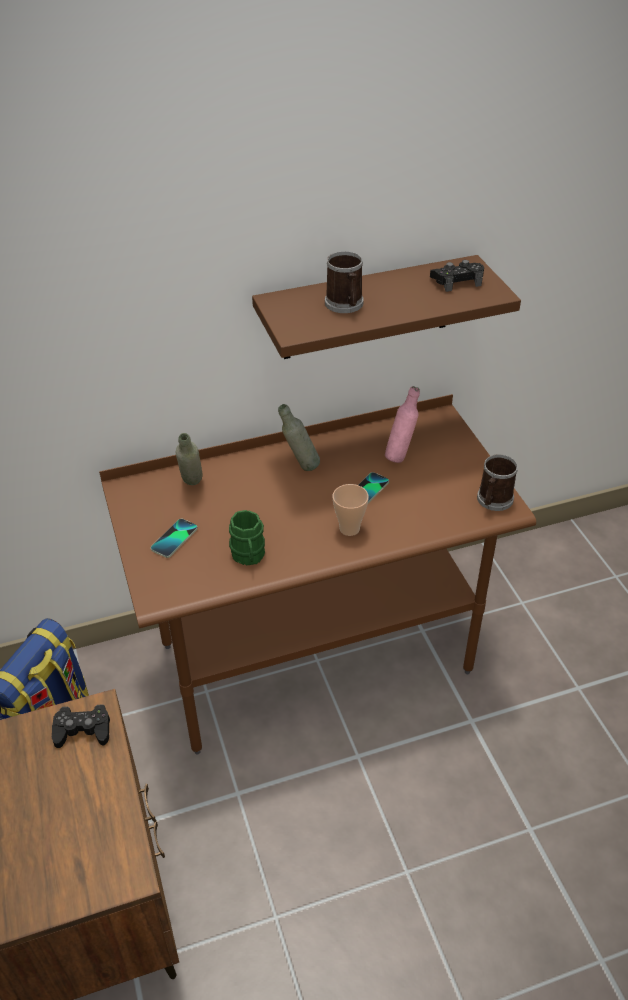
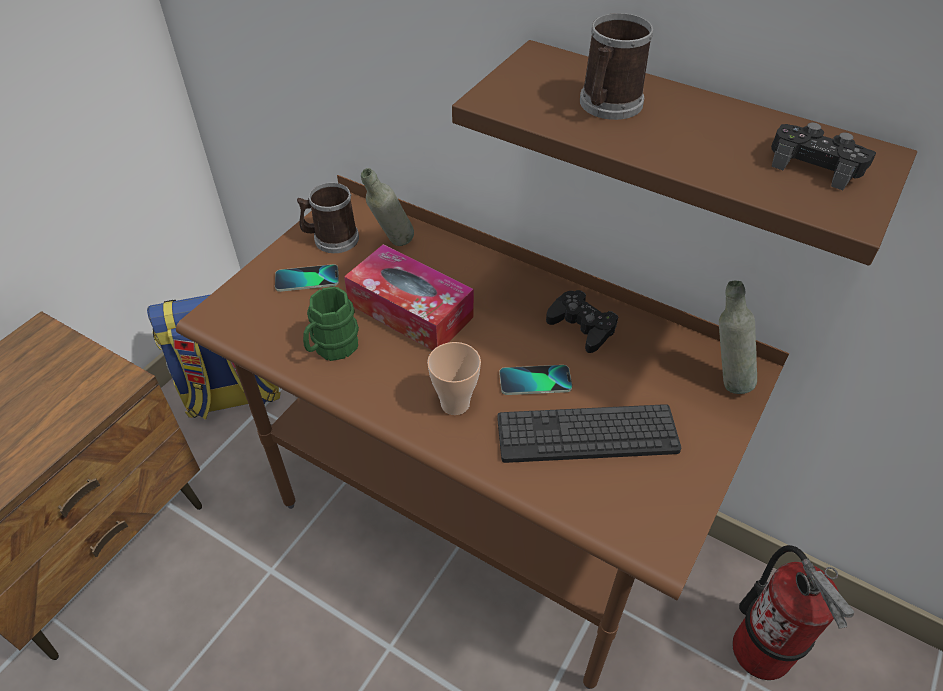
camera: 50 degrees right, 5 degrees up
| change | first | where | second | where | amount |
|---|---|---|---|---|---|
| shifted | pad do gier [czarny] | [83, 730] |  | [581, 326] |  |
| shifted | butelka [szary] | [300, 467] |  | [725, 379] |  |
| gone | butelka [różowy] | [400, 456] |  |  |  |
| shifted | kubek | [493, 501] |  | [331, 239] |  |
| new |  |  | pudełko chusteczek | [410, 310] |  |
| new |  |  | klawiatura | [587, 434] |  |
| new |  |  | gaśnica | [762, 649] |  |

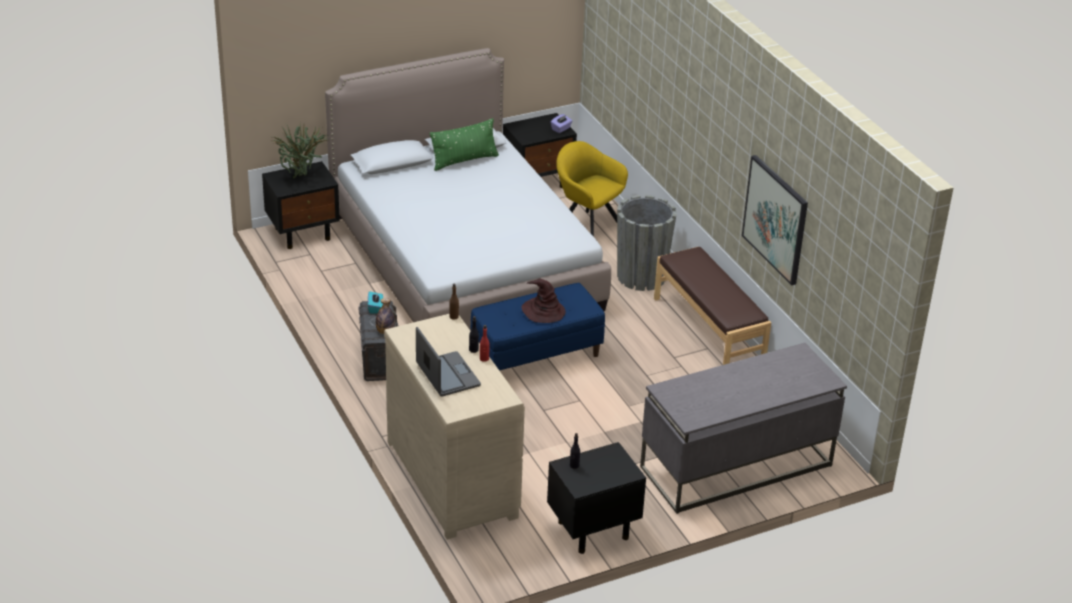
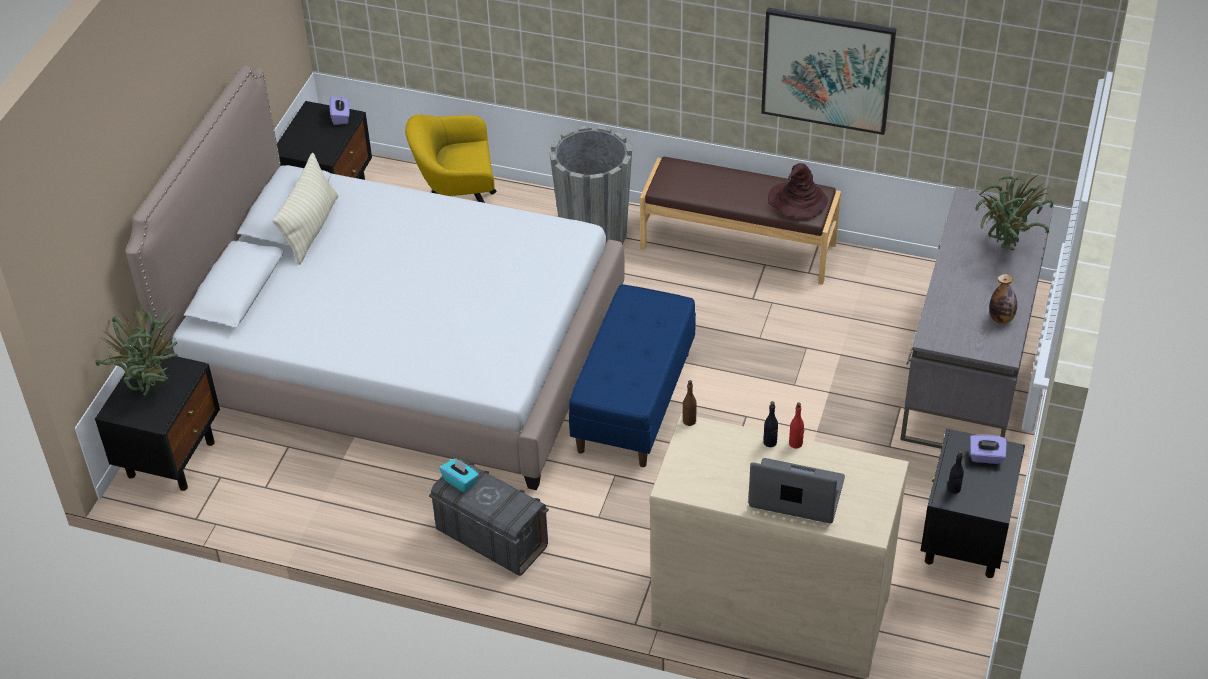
camera: 45 degrees left, 10 degrees up
| change | first | where | second | where | amount |
|---|---|---|---|---|---|
| shifted | butelka | [385, 331] |  | [1001, 318] |  |
| repainted | poduszka [zielony] | [464, 161] | poduszka [beżowy] | [311, 229] |  |
| shifted | kapelusz [brązowy] | [543, 311] |  | [797, 201] |  |
| new |  |  | pudełko chusteczek [fioletowy] | [986, 457] |  |
| new |  |  | roślina doniczkowa | [1004, 249] |  |

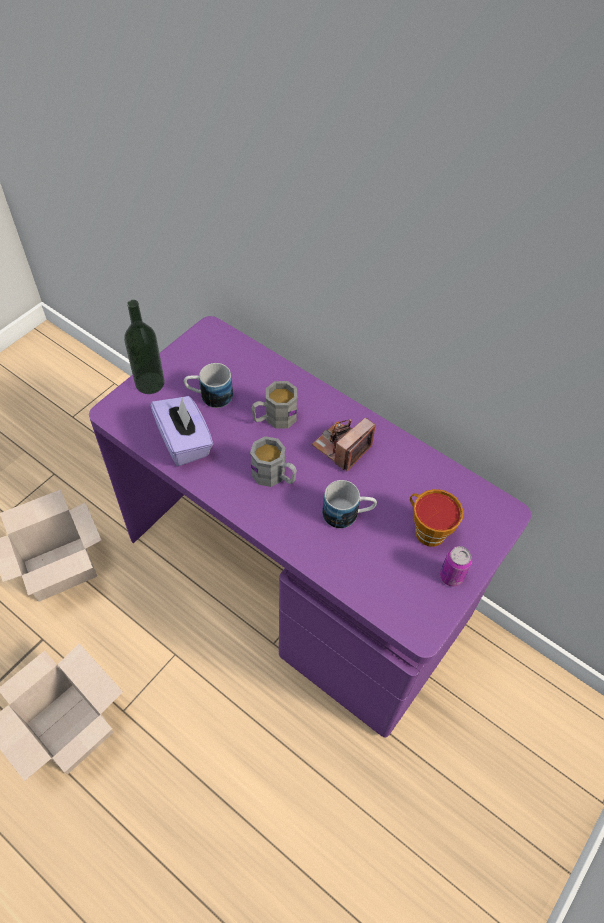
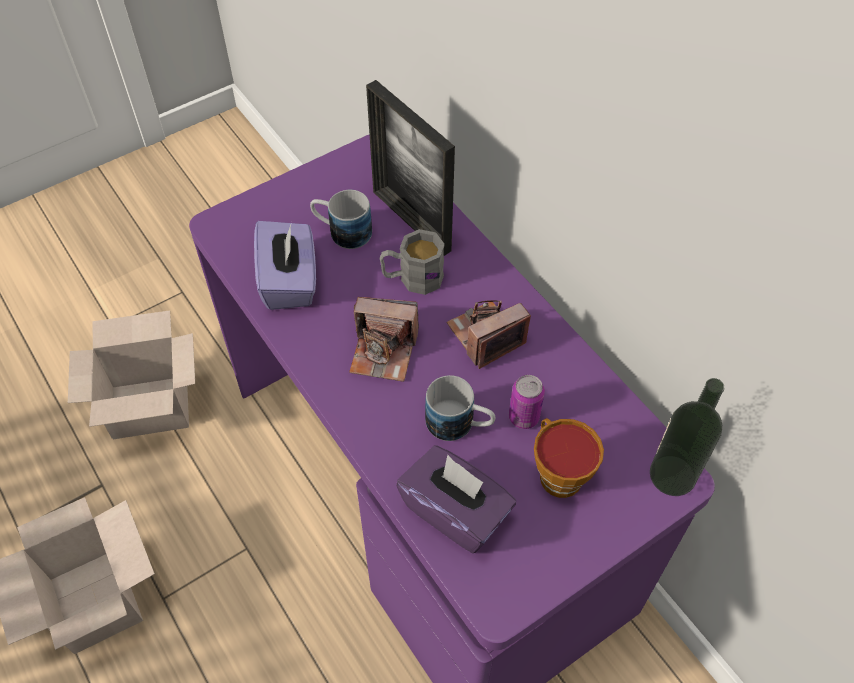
camera: 20 degrees right, 0 degrees up
| change | first | where | second | where | amount |
|---|---|---|---|---|---|
| shifted | butelka | [149, 383] |  | [672, 475] |  |
| swapped | kubek [szary] | [274, 476] | aparat fotograficzny | [384, 351] |  |
| shifted | puszka | [451, 576] |  | [523, 417] |  |
| new |  |  | ramka na zdjęcie | [411, 221] |  |
| new |  |  | pudełko chusteczek [fioletowy] | [455, 512] |  |

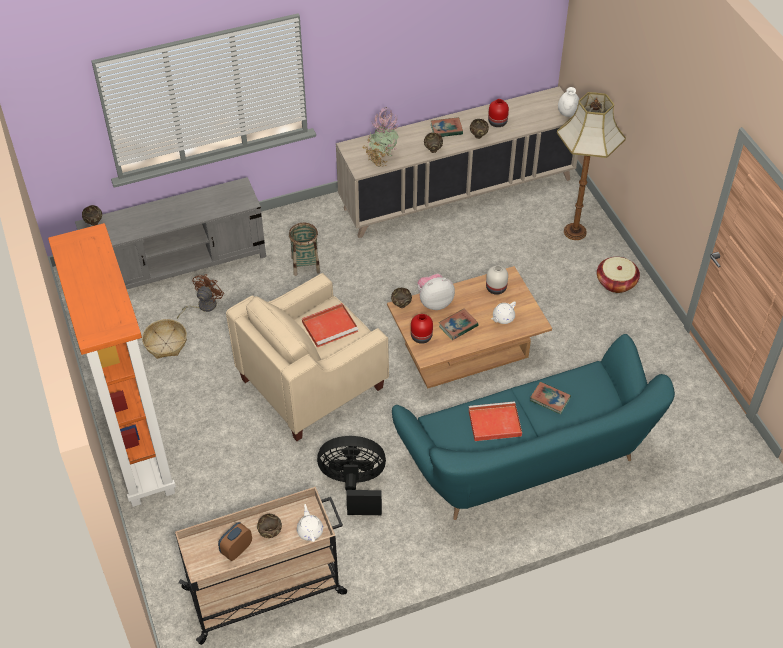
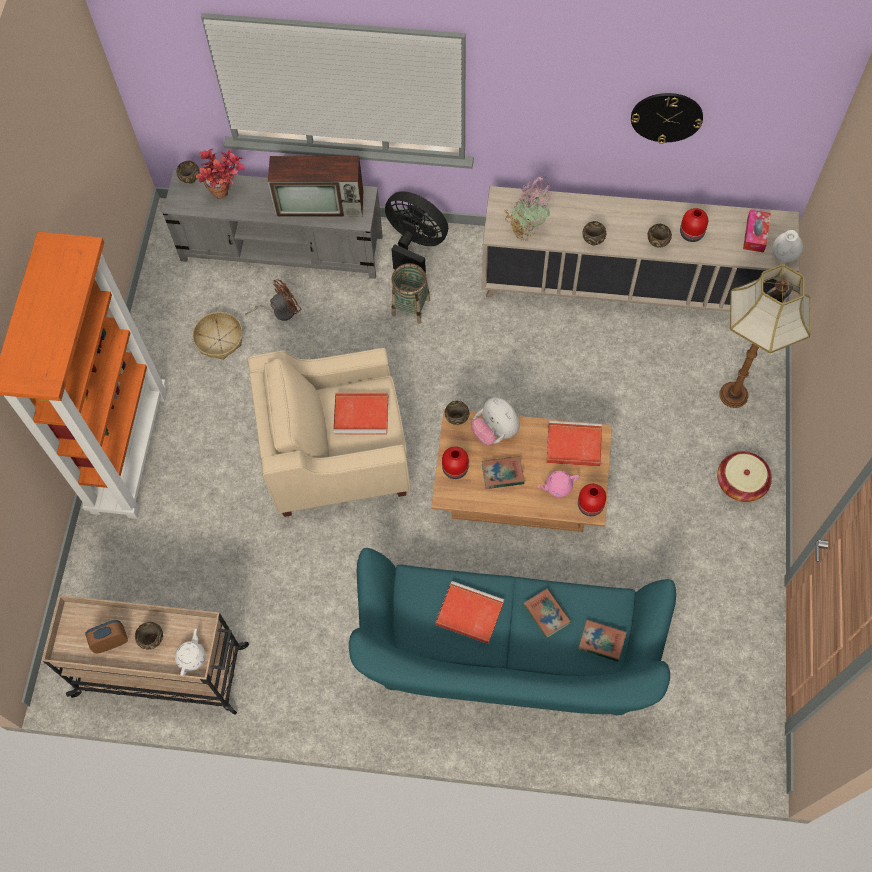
camera: 30 degrees right, 15 degrees up
| change | first | where | second | where | amount |
|---|---|---|---|---|---|
| shifted | wentylator [czarny] | [354, 486] |  | [415, 246] |  |
| rotated | pluszak | [434, 302] |  | [495, 431] | 135 degrees counterclockwise |
| shifted | książka | [446, 129] |  | [601, 641] |  |
| swapped | wazon [biały] | [496, 288] | taca [czerwony] | [572, 445] |  |
| repainted | imbryk [biały] | [503, 318] | imbryk [różowy] | [557, 486] |  |
| new |  |  | roślina doniczkowa | [226, 193] |  |
| new |  |  | telewizor | [321, 203] |  |
| new |  |  | wazon [czerwony] | [589, 506] |  |
| new |  |  | zegar ścienny | [666, 117] |  |
| new |  |  | pudełko chusteczek | [755, 234] |  |

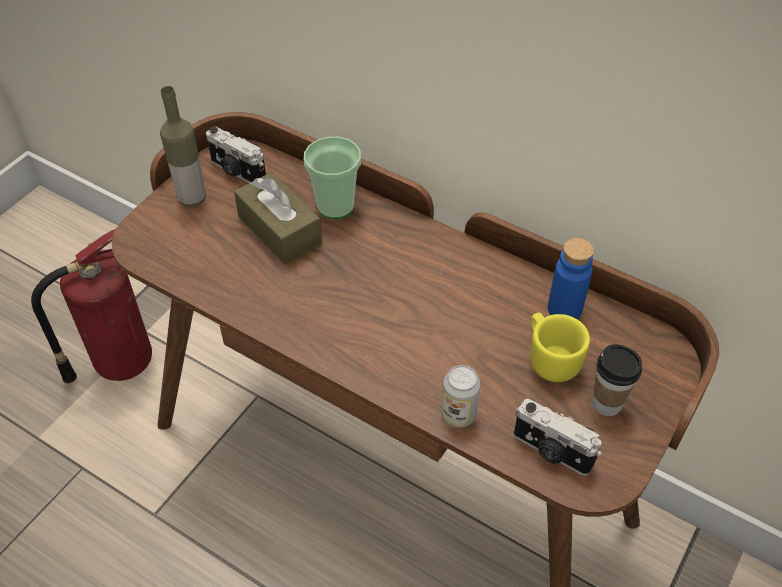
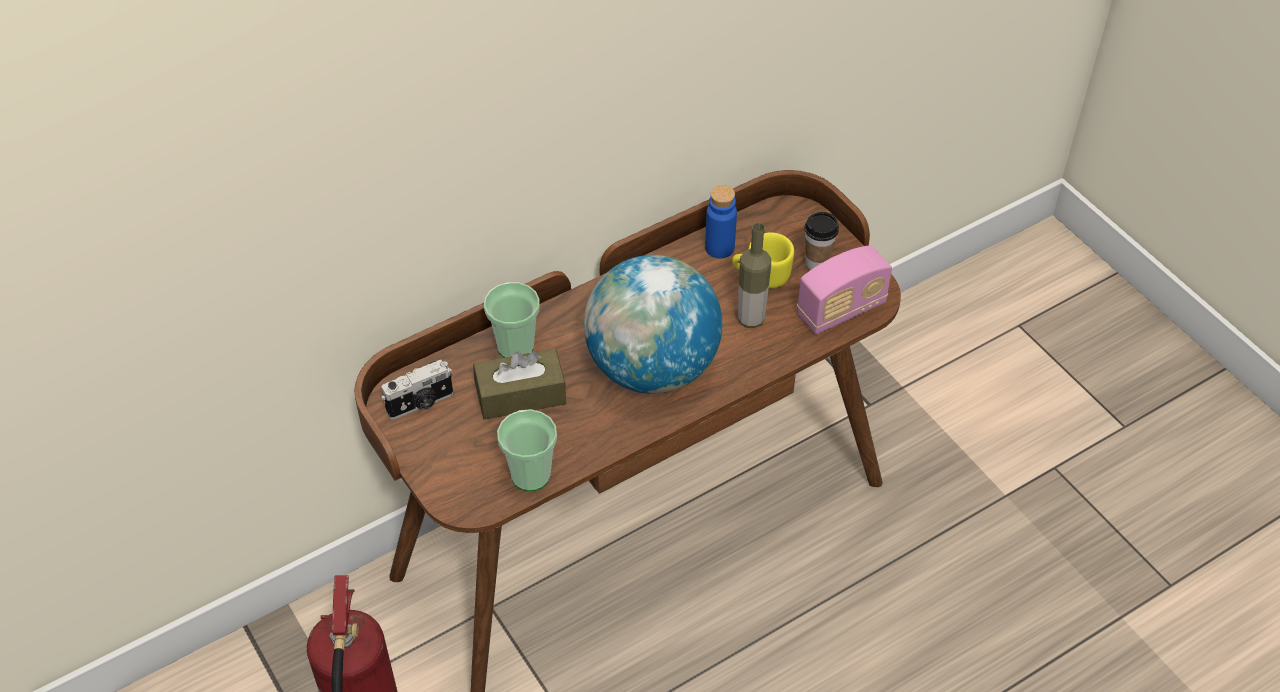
camera: 65 degrees left, 0 degrees up
| change | first | where | second | where | amount |
|---|---|---|---|---|---|
| shifted | butelka | [192, 198] |  | [750, 319] |  |
| gone | puszka | [458, 414] |  |  |  |
| swapped | aparat fotograficzny | [551, 452] | radio | [841, 310] |  |
| new |  |  | filiżanka | [530, 475] |  |
| new |  |  | globus | [652, 368] |  |

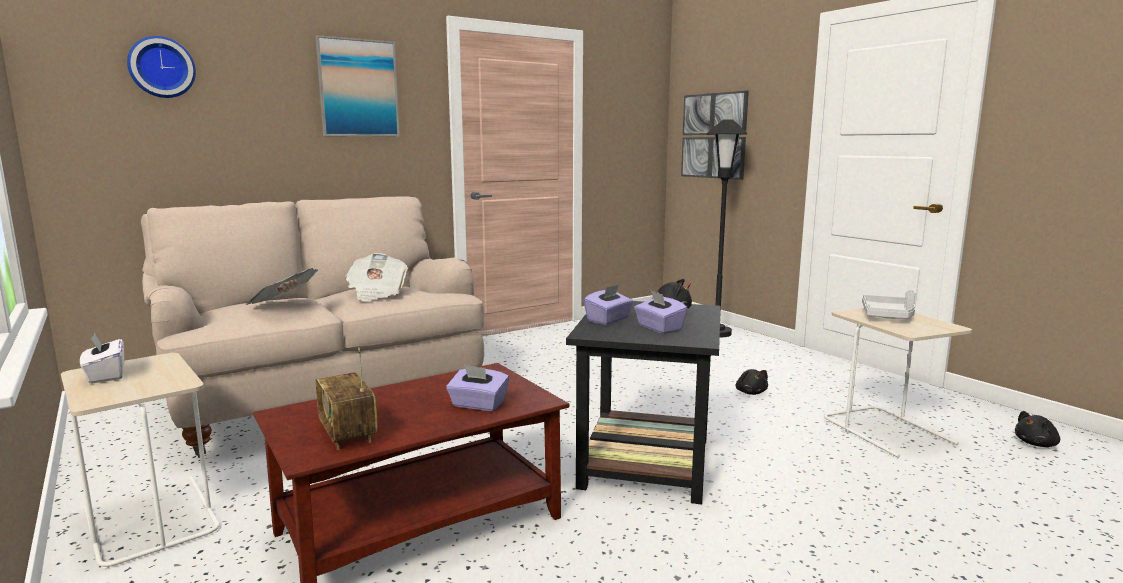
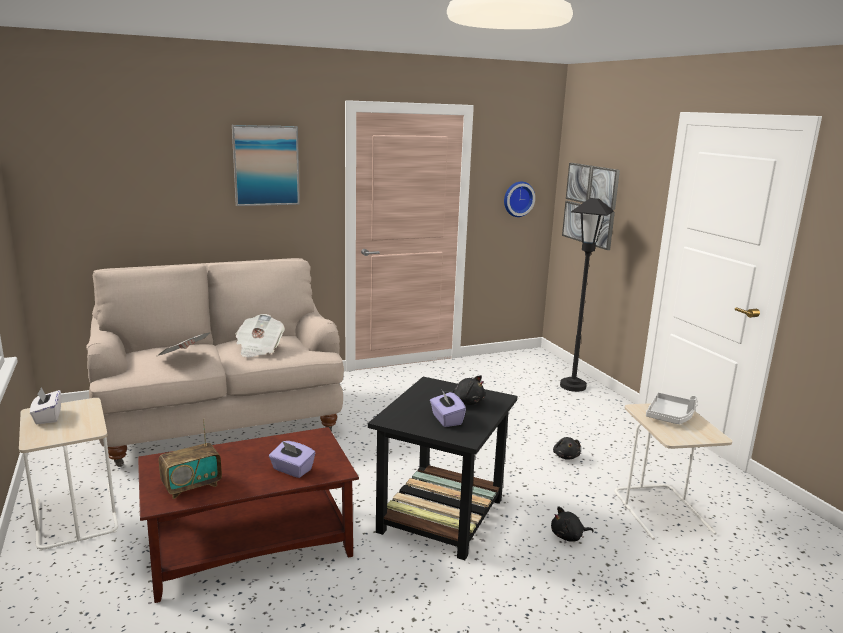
camera: 10 degrees right, 5 degrees up
| change | first | where | second | where | amount |
|---|---|---|---|---|---|
| shifted | zegar ścienny | [161, 67] |  | [517, 199] |  |
| rotated | radio | [348, 434] |  | [191, 486] | 105 degrees counterclockwise |
| gone | pudełko chusteczek [fioletowy] | [608, 320] |  |  |  |
| shifted | pluszak [czarny] | [1037, 444] |  | [568, 536] |  |

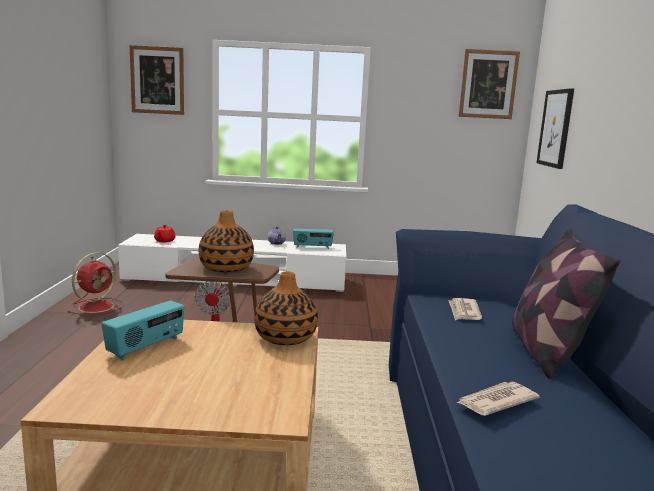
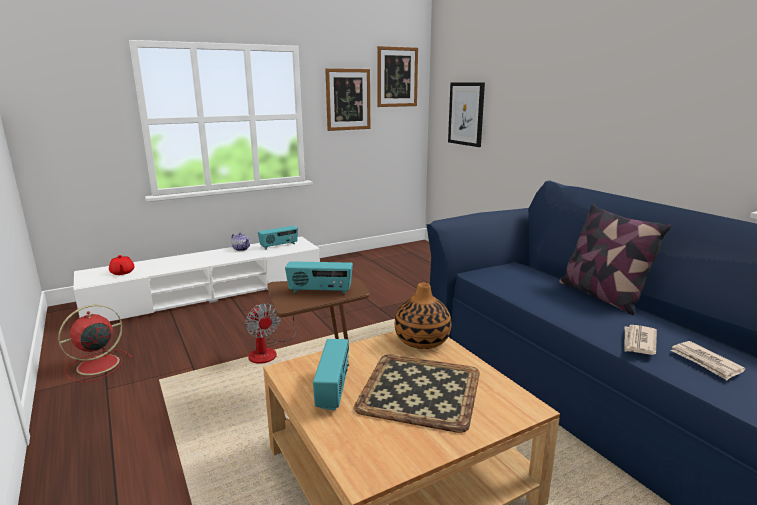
camera: 30 degrees left, 5 degrees up
| change | first | where | second | where | amount |
|---|---|---|---|---|---|
| rotated | wentylator [czerwony] | [97, 306] |  | [96, 365] | 135 degrees counterclockwise |
| shifted | obraz | [157, 80] |  | [348, 99] |  |
| swapped | wazon | [226, 268] | radio | [320, 291] |  |
| shifted | gazeta | [464, 312] |  | [705, 362] |  |
| new |  |  | taca | [418, 391] |  |

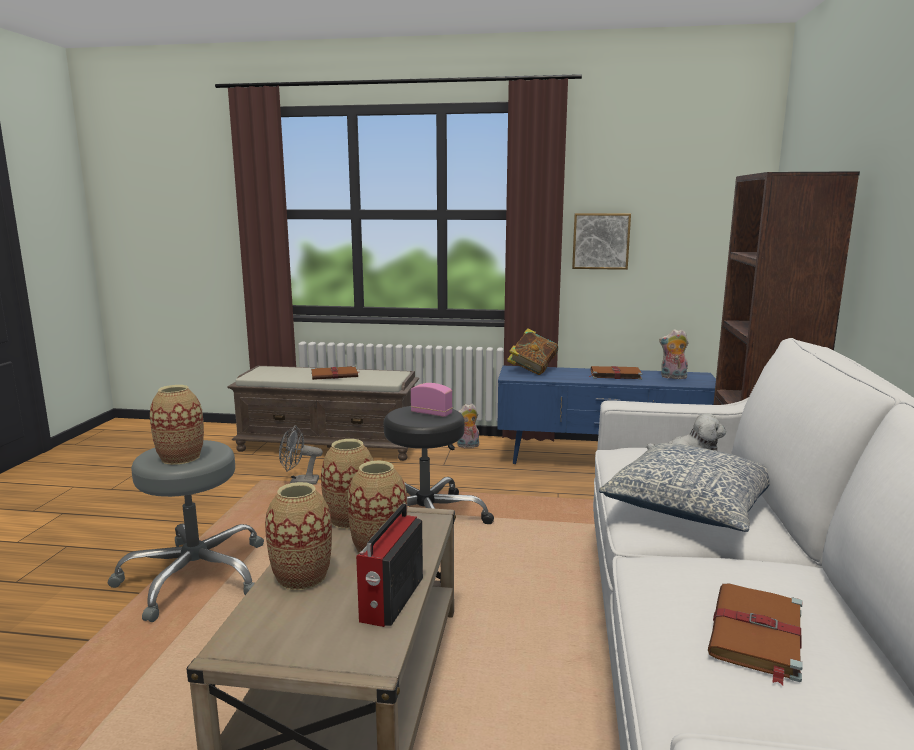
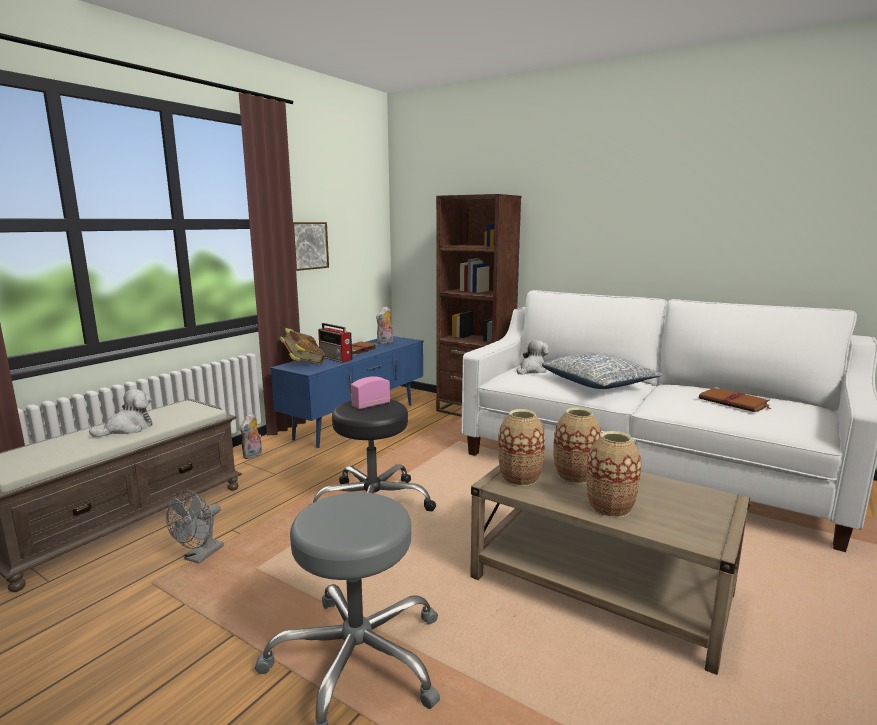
camera: 65 degrees left, 0 degrees up
| change | first | where | second | where | amount |
|---|---|---|---|---|---|
| gone | wazon | [181, 457] |  |  |  |
| swapped | książka [brązowy] | [335, 375] | pluszak | [127, 429] |  |
| shifted | radio | [390, 600] |  | [336, 358] |  |

